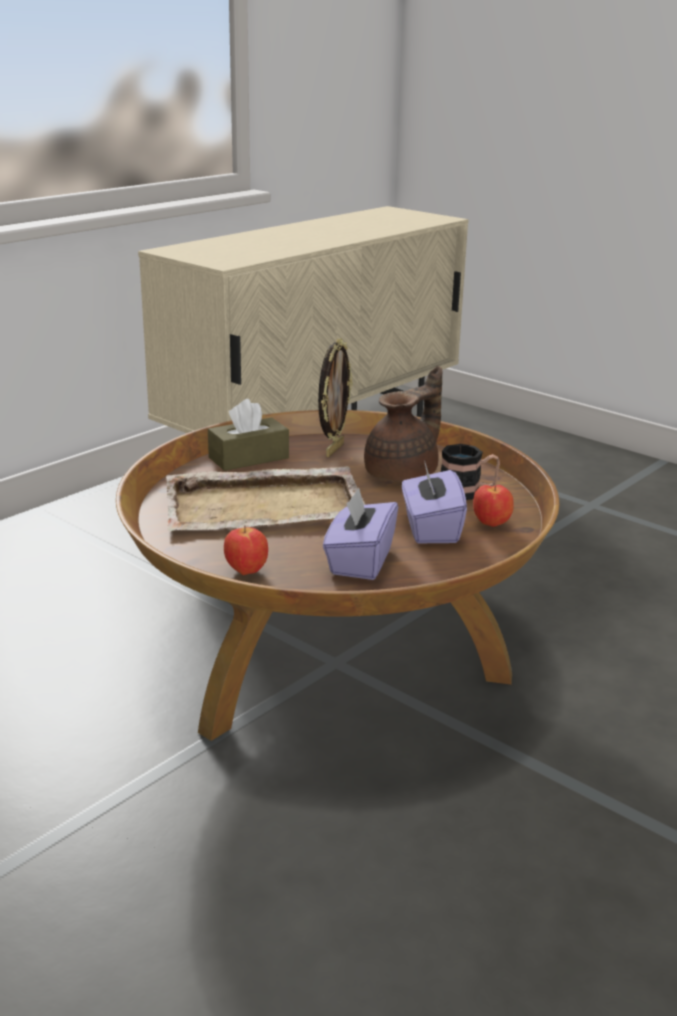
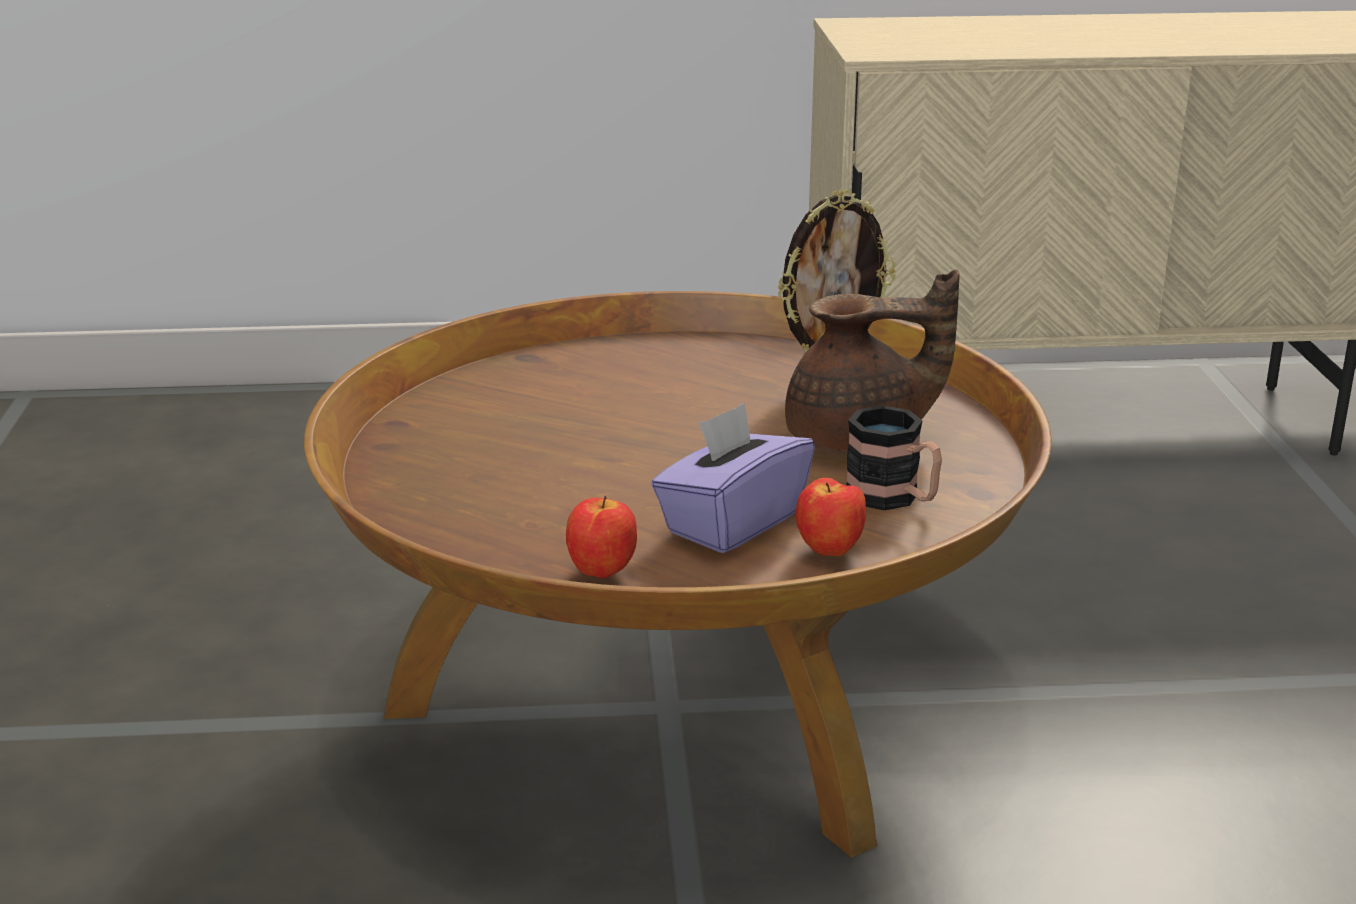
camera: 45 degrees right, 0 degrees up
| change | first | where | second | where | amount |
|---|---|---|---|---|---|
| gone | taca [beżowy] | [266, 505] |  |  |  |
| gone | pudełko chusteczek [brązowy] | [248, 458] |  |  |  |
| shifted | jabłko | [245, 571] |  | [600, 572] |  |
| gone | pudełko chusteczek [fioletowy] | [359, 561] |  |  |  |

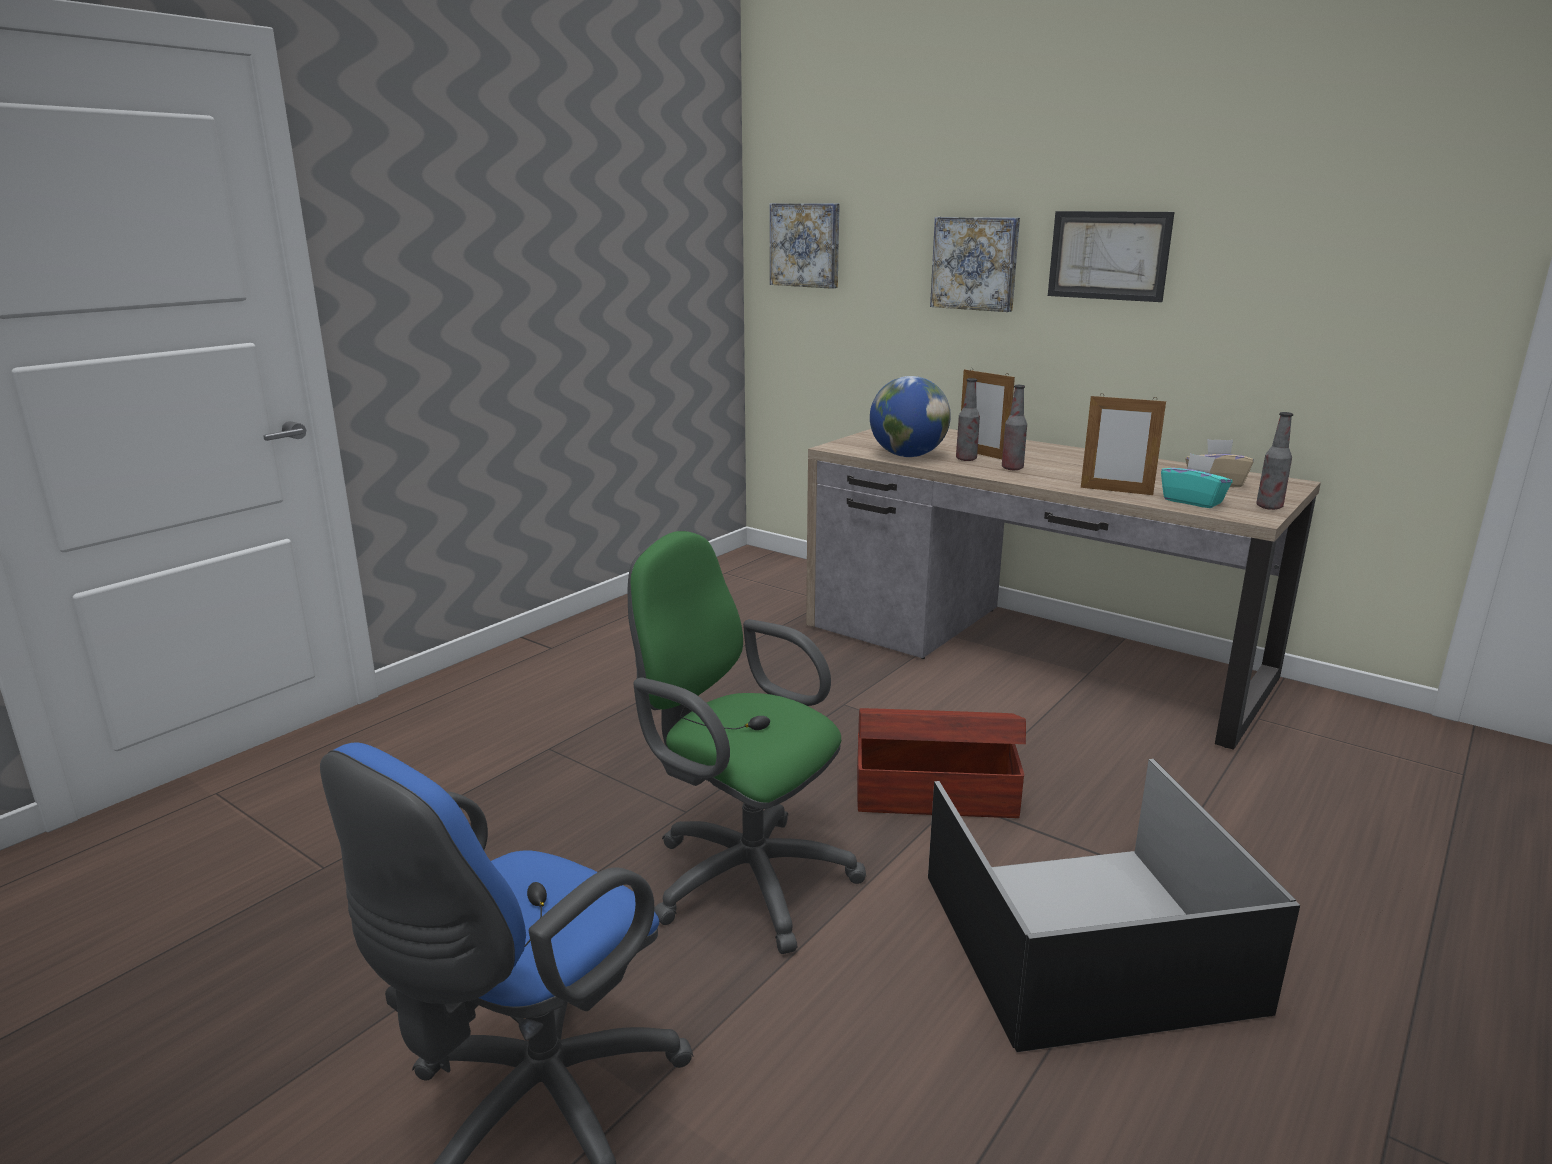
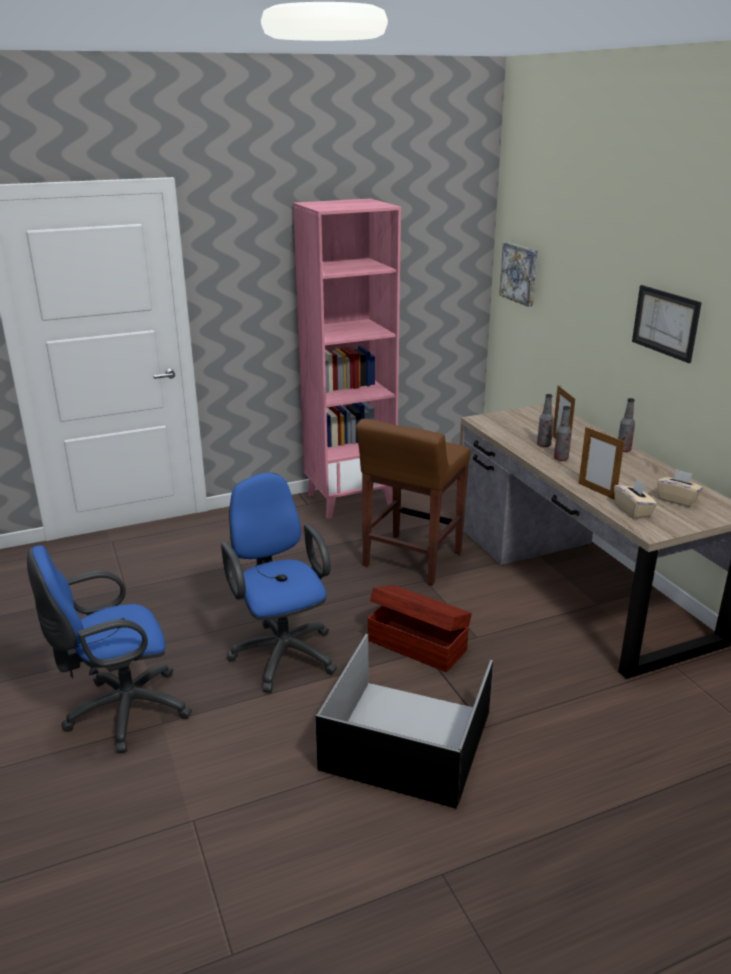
camera: 30 degrees right, 5 degrees up
| change | first | where | second | where | amount |
|---|---|---|---|---|---|
| repainted | krzesło biurowe [zielony] | [741, 876] | krzesło biurowe [niebieski] | [282, 652] |  |
| gone | globus | [907, 456] |  |  |  |
| gone | obraz | [975, 263] |  |  |  |
| repainted | pudełko chusteczek [turkusowy] | [1193, 501] | pudełko chusteczek [beżowy] | [633, 511] |  |
| shifted | butelka | [1269, 507] |  | [623, 450] |  |
| new |  |  | regał [różowy] | [350, 499] |  |
| new |  |  | stołek [brązowy] | [411, 560] |  |

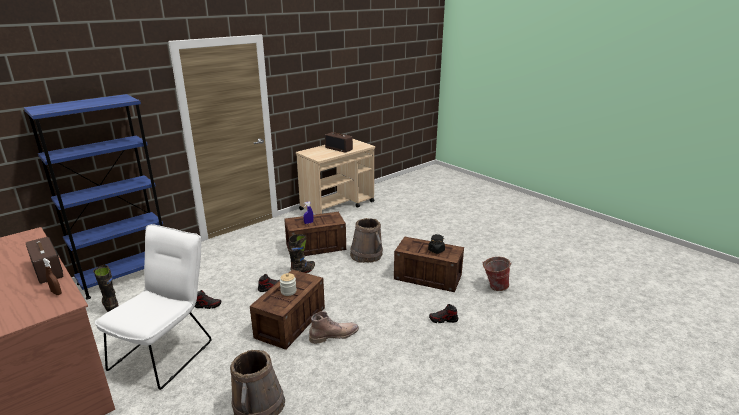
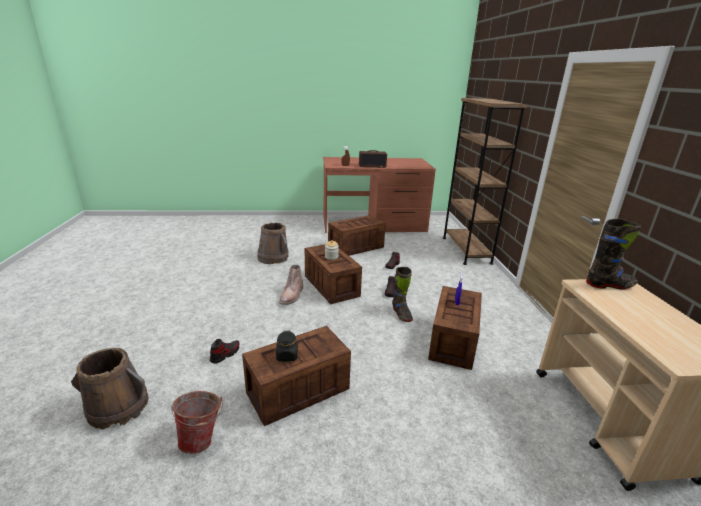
camera: 125 degrees right, 0 degrees up
| change | first | where | second | where | amount |
|---|---|---|---|---|---|
| repainted | regał [niebieski] | [125, 276] | regał [brązowy] | [466, 250] |  |
| shifted | but z cholewką [czarny] | [111, 307] |  | [609, 285] |  |
| swapped | krzesło [biały] | [166, 351] | skrzynka | [355, 247] |  |
| gone | radio | [339, 149] |  |  |  |
| shifted | wiadro [brązowy] | [366, 255] |  | [117, 407] |  |

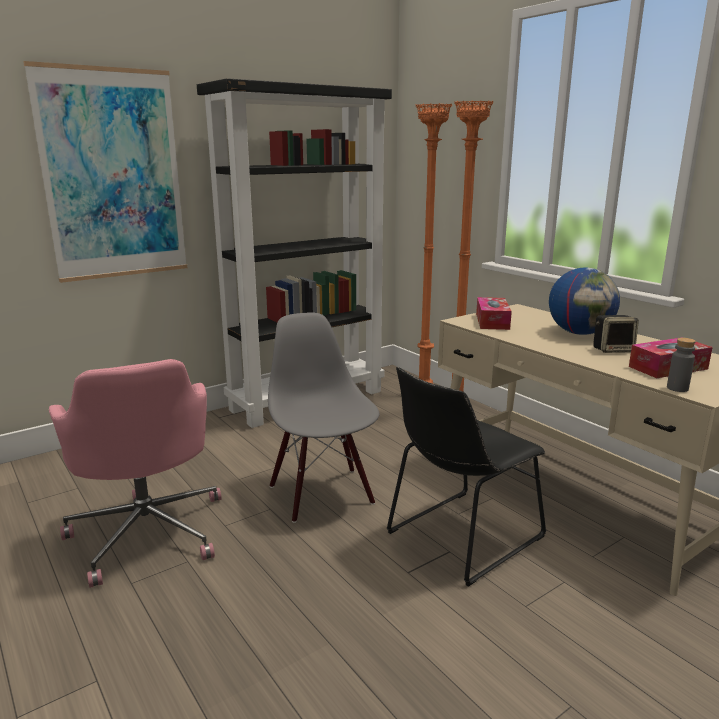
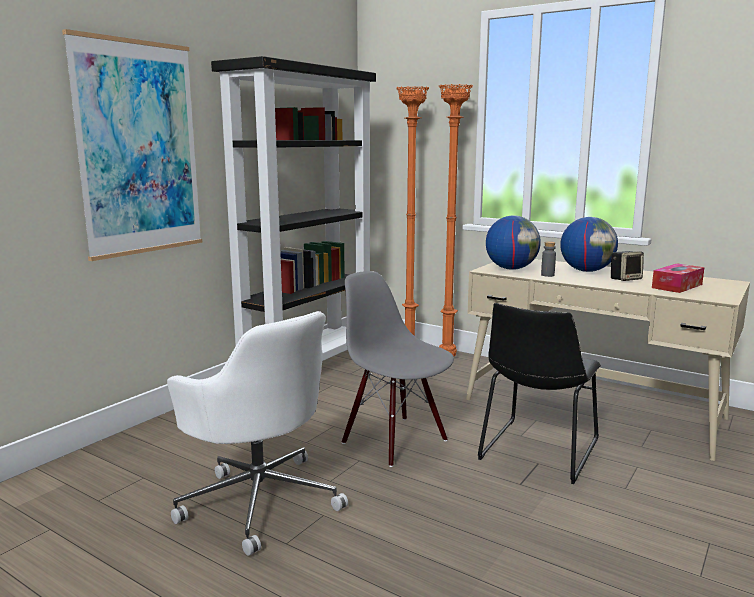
camera: 20 degrees left, 5 degrees down
| change | first | where | second | where | amount |
|---|---|---|---|---|---|
| repainted | krzesło biurowe [różowy] | [148, 531] | krzesło biurowe [biały] | [259, 499] |  |
| swapped | pudełko chusteczek | [492, 321] | globus | [511, 269] |  |
| shifted | butelka [szary] | [677, 388] |  | [547, 275] |  |

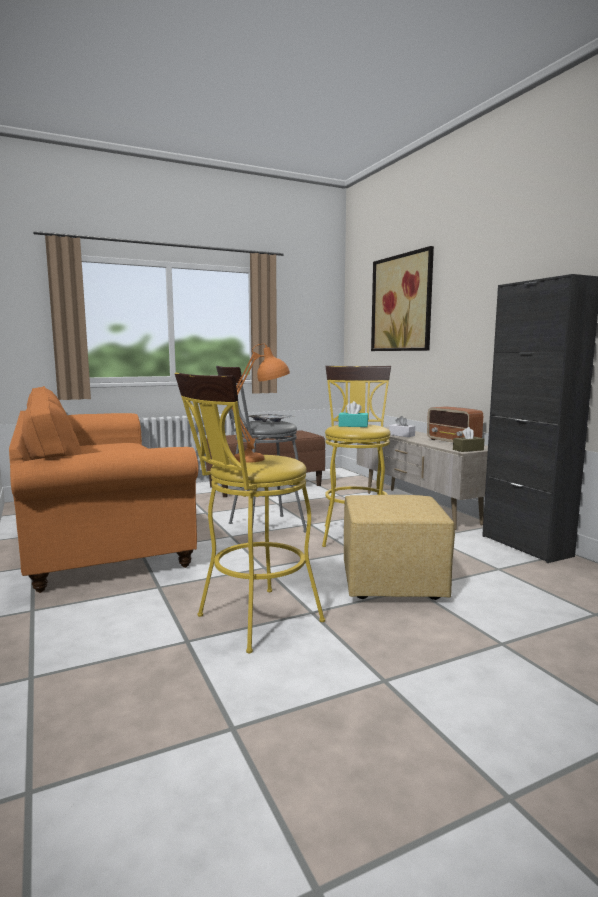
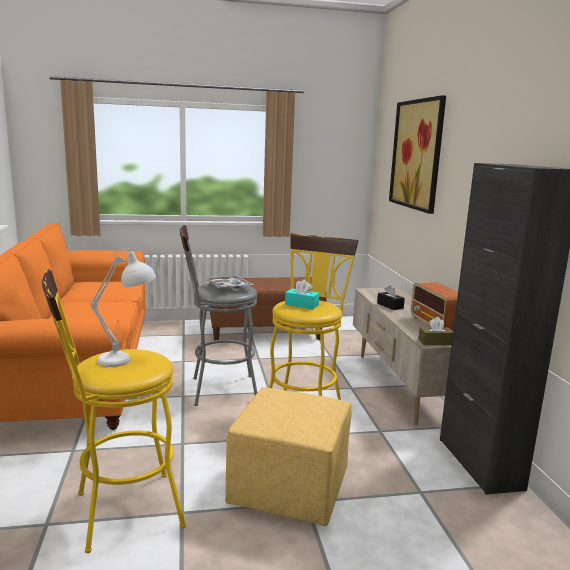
camera: 15 degrees right, 5 degrees up
| change | first | where | second | where | amount |
|---|---|---|---|---|---|
| repainted | lampa stołowa [pomarańczowy] | [262, 458] | lampa stołowa [biały] | [127, 360] |  |
| repainted | pudełko chusteczek [biały] | [401, 435] | pudełko chusteczek [czarny] | [390, 306] |  |

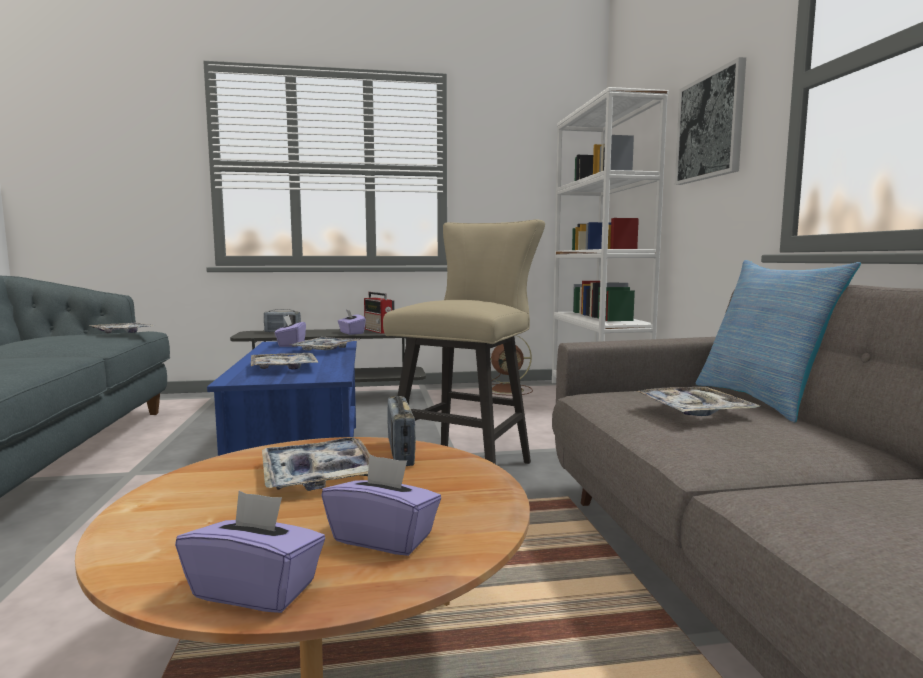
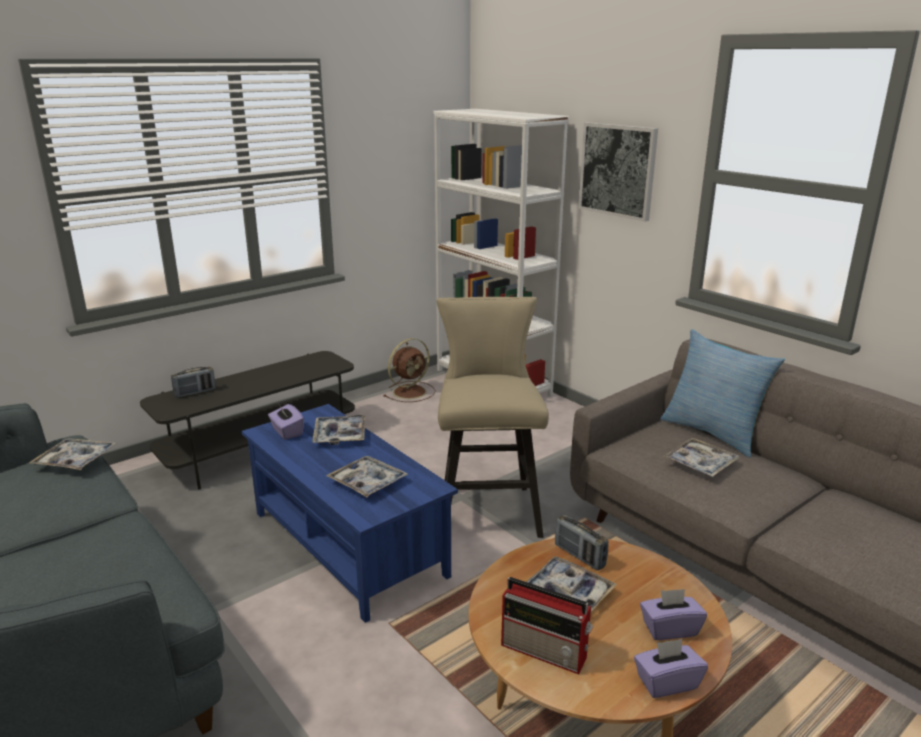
camera: 30 degrees left, 15 degrees up
| change | first | where | second | where | amount |
|---|---|---|---|---|---|
| gone | pudełko chusteczek [fioletowy] | [351, 333] |  |  |  |
| shifted | radio | [379, 331] |  | [546, 651] |  |

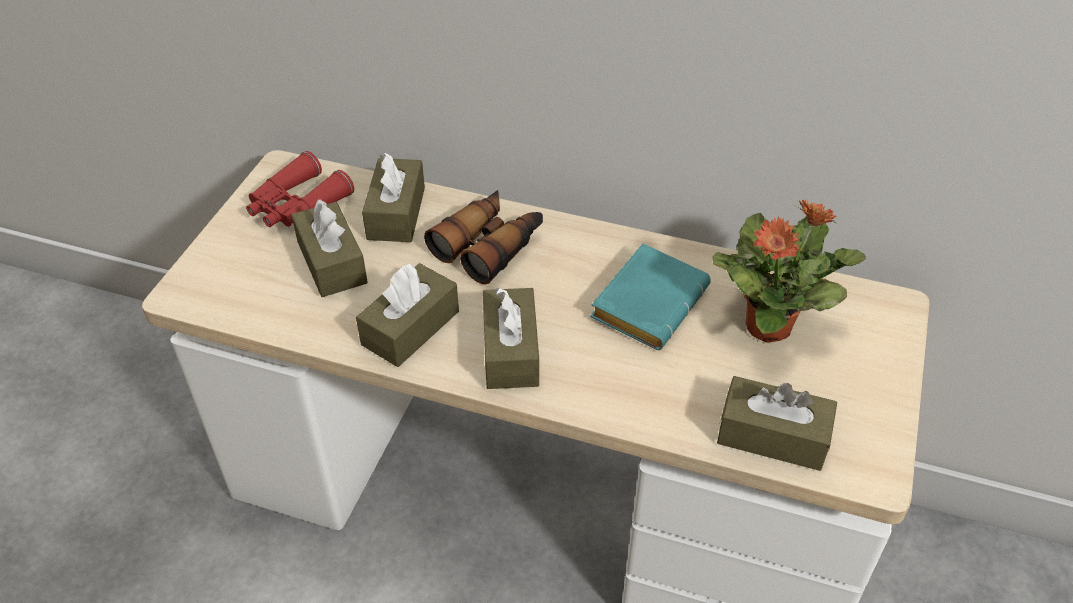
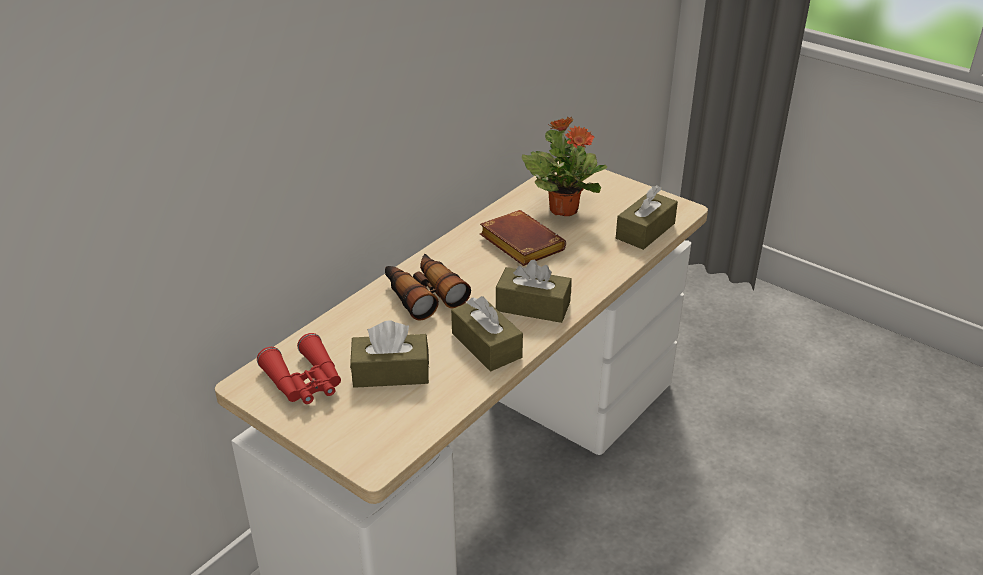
camera: 70 degrees left, 10 degrees down
| change | first | where | second | where | amount |
|---|---|---|---|---|---|
| gone | pudełko chusteczek [brązowy] | [396, 213] |  |  |  |
| repainted | książka [turkusowy] | [648, 301] | książka [brązowy] | [518, 244] |  |

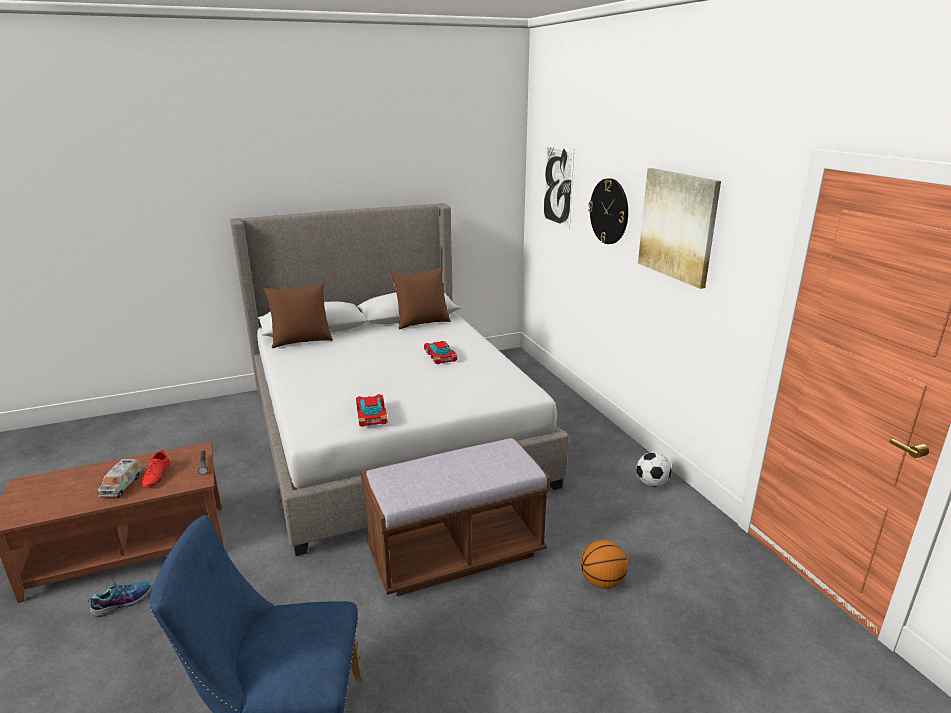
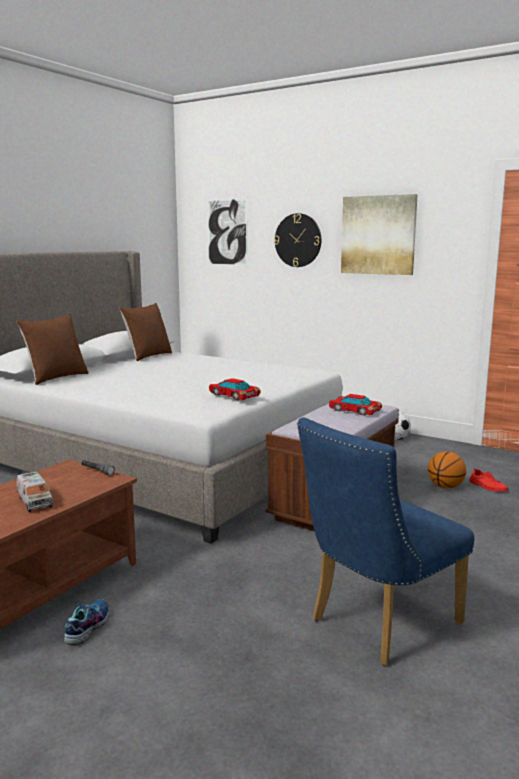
camera: 35 degrees left, 10 degrees down
| change | first | where | second | where | amount |
|---|---|---|---|---|---|
| shifted | but [czerwony] | [156, 475] |  | [487, 486] |  |
| shifted | samochodzik | [440, 356] |  | [355, 410] |  |

